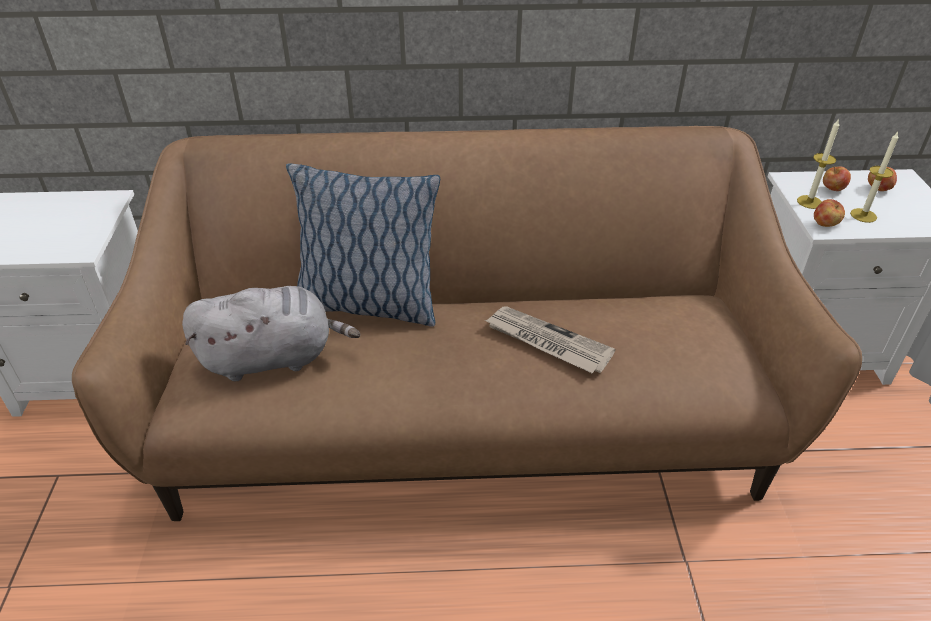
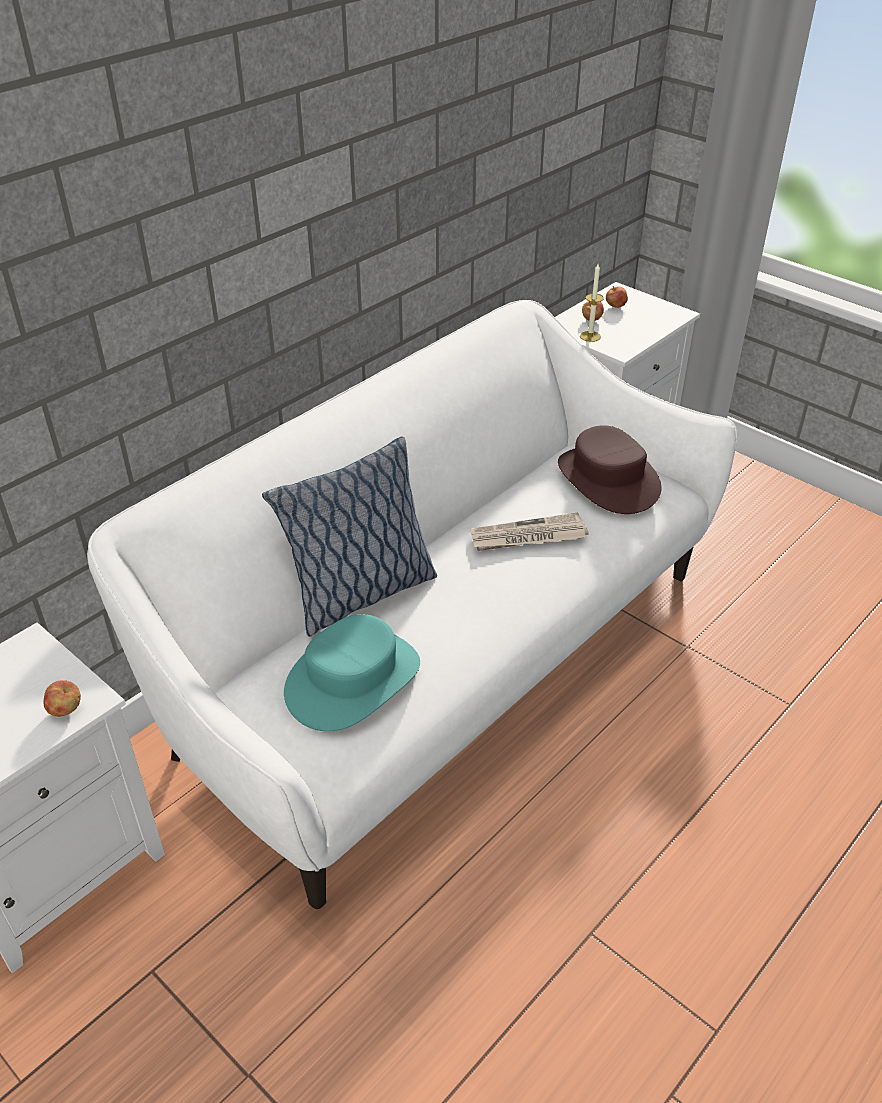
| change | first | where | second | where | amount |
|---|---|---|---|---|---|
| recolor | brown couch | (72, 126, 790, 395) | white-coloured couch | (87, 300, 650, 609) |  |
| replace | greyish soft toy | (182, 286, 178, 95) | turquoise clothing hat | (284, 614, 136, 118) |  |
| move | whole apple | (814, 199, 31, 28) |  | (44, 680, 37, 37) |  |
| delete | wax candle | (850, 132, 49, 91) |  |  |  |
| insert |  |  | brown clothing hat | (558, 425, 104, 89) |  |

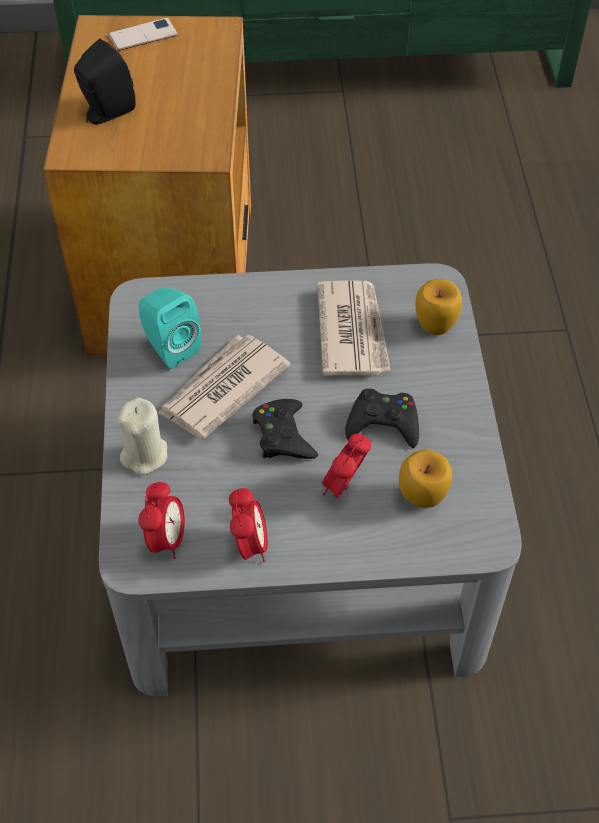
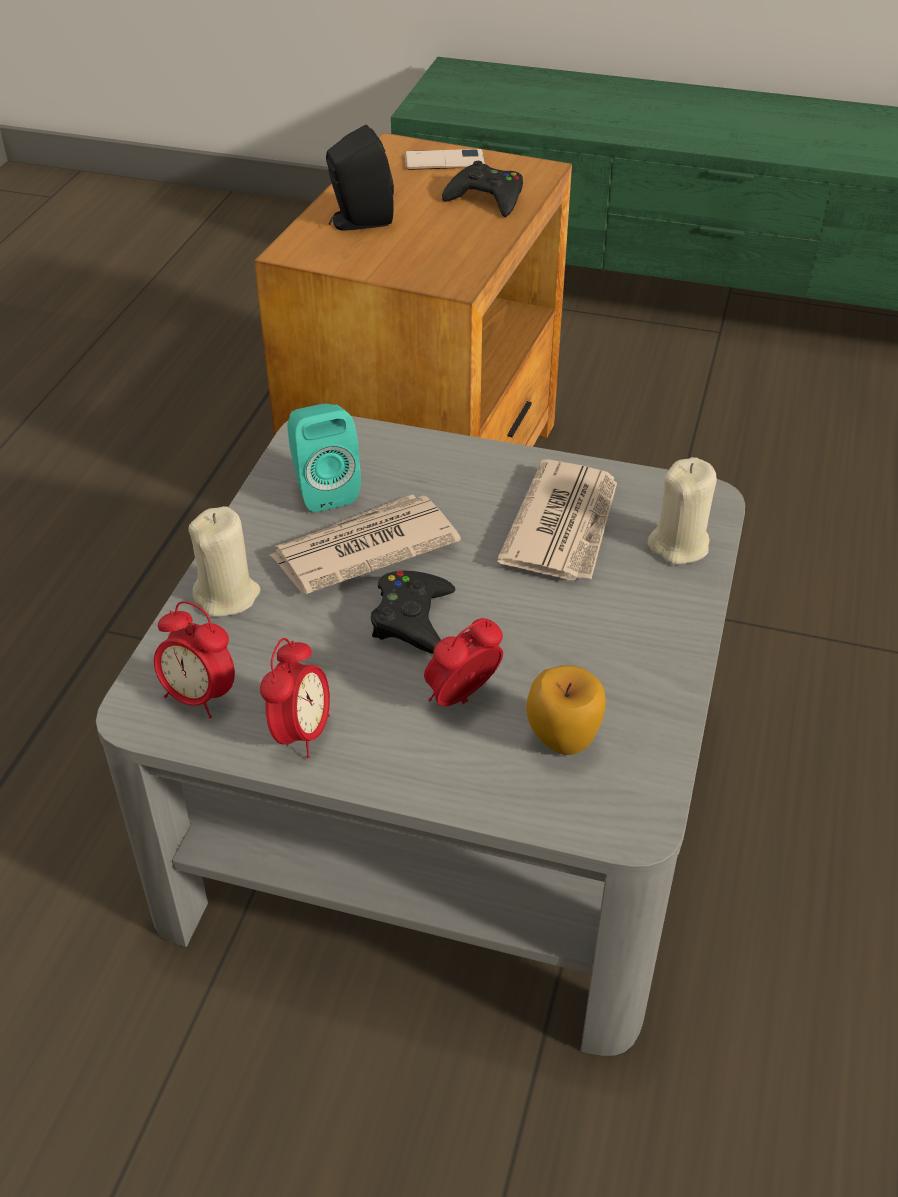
| change | first | where | second | where | amount |
|---|---|---|---|---|---|
| rotate | alarm clock | (138, 482, 47, 77) |  | (154, 601, 81, 117) | 90 degrees clockwise |
| move | blackish joypad | (345, 389, 74, 59) |  | (442, 161, 81, 56) |  |
| replace | whole apple | (415, 279, 47, 56) | beige-coloured wax candle | (647, 457, 70, 107) |  |

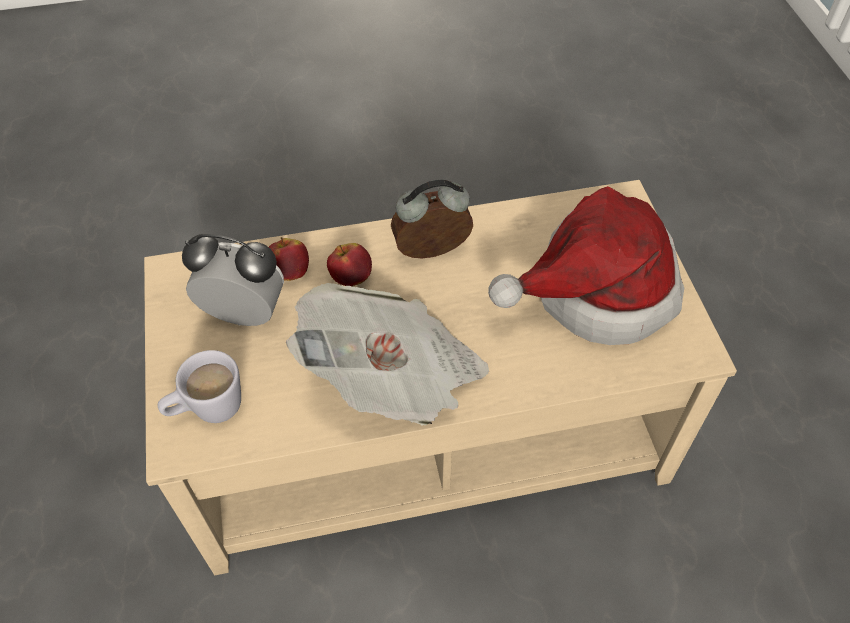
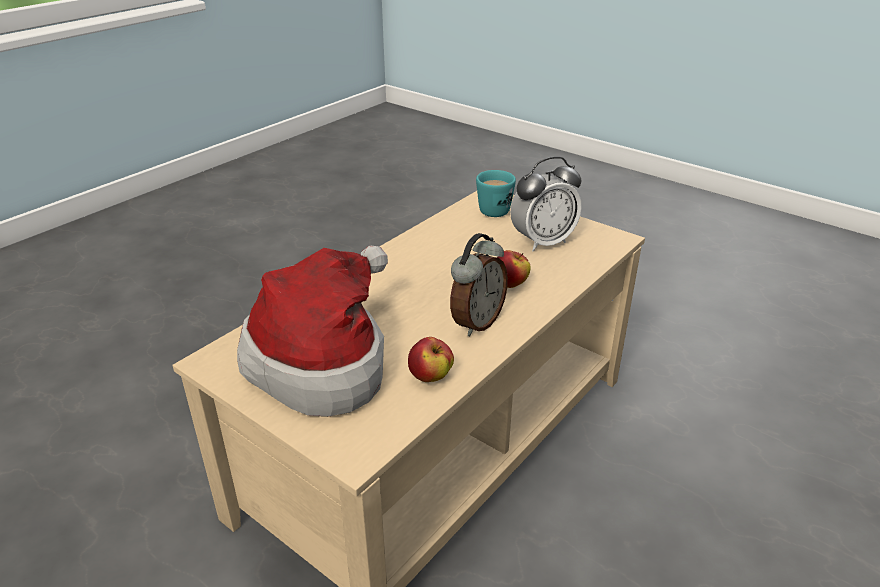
| change | first | where | second | where | amount |
|---|---|---|---|---|---|
| recolor | white-coloured mug | (158, 350, 83, 73) | turquoise mug | (476, 170, 40, 47) |  |
| move | whole apple | (269, 237, 40, 44) |  | (408, 337, 46, 45) |  |
| delete | printed paper | (286, 283, 203, 143) |  |  |  |

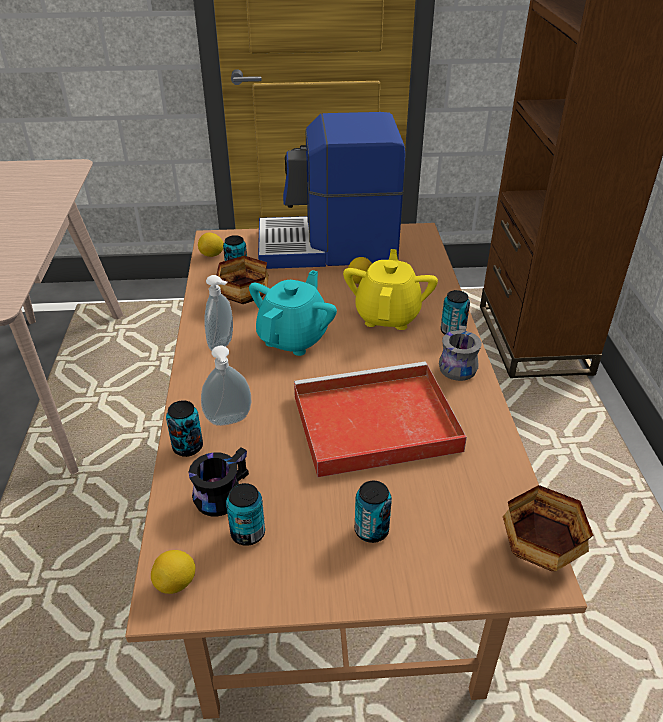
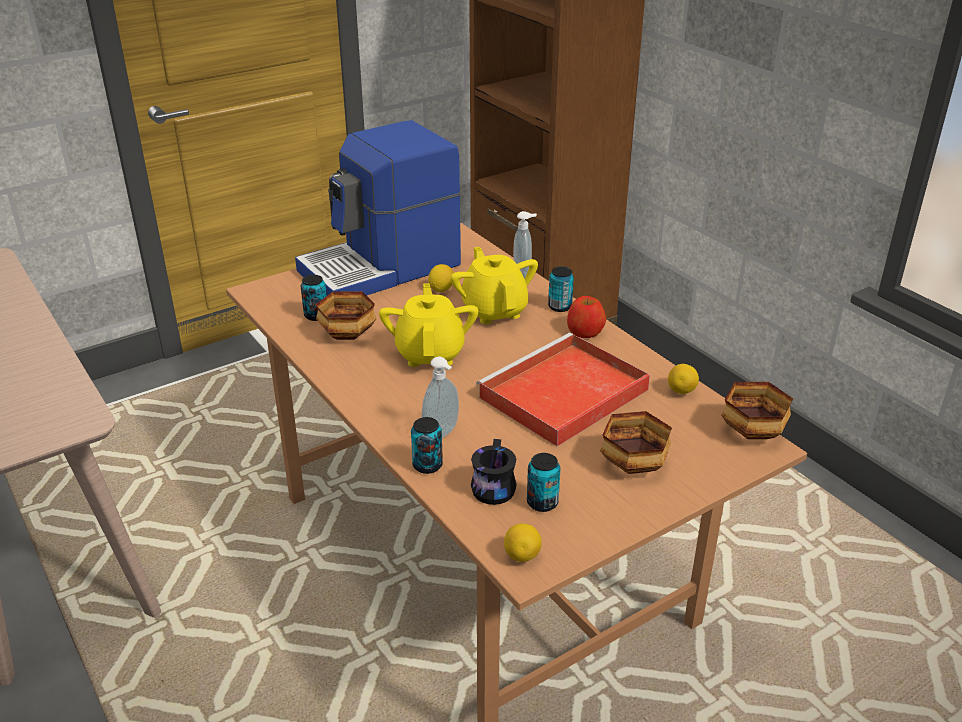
| change | first | where | second | where | amount |
|---|---|---|---|---|---|
| move | citrus fruit | (198, 232, 26, 25) |  | (668, 364, 31, 30) |  |
| move | liquid soap bottle | (204, 275, 29, 76) |  | (513, 211, 24, 67) |  |
| recolor | turquoise teapot | (249, 270, 88, 86) | yellow teapot | (379, 283, 99, 84) |  |
| replace | sealed can | (355, 481, 37, 62) | serving bowl | (600, 411, 72, 63) |  |
| replace | greyish mug | (439, 325, 43, 56) | whole apple | (567, 296, 39, 42) |  |

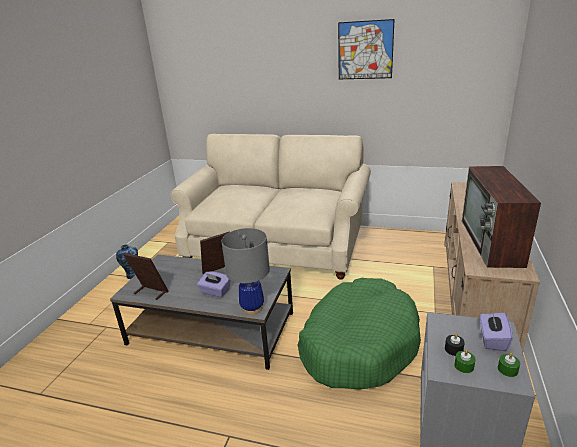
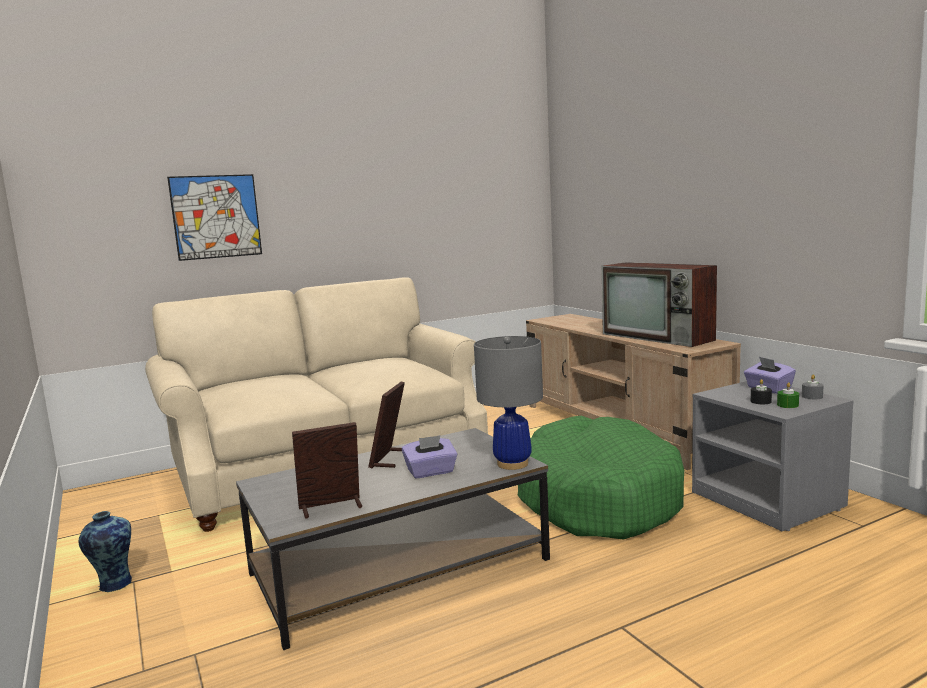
| change | first | where | second | where | amount |
|---|---|---|---|---|---|
| move | wall picture | (338, 19, 57, 60) |  | (167, 174, 95, 87) |  |
| recolor | green-coloured wax candle | (498, 353, 22, 24) | greyish wax candle | (802, 375, 22, 24) |  |

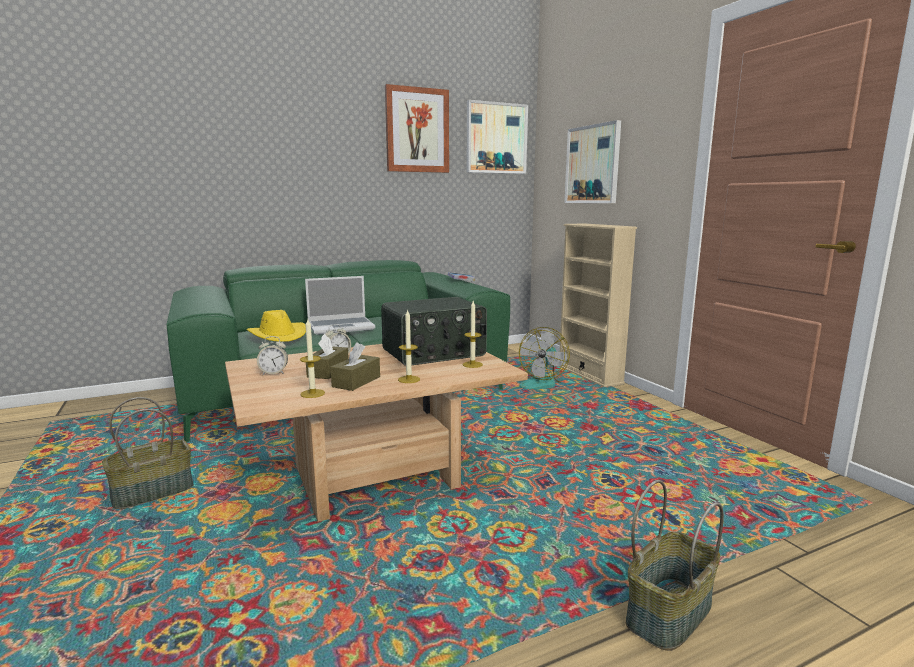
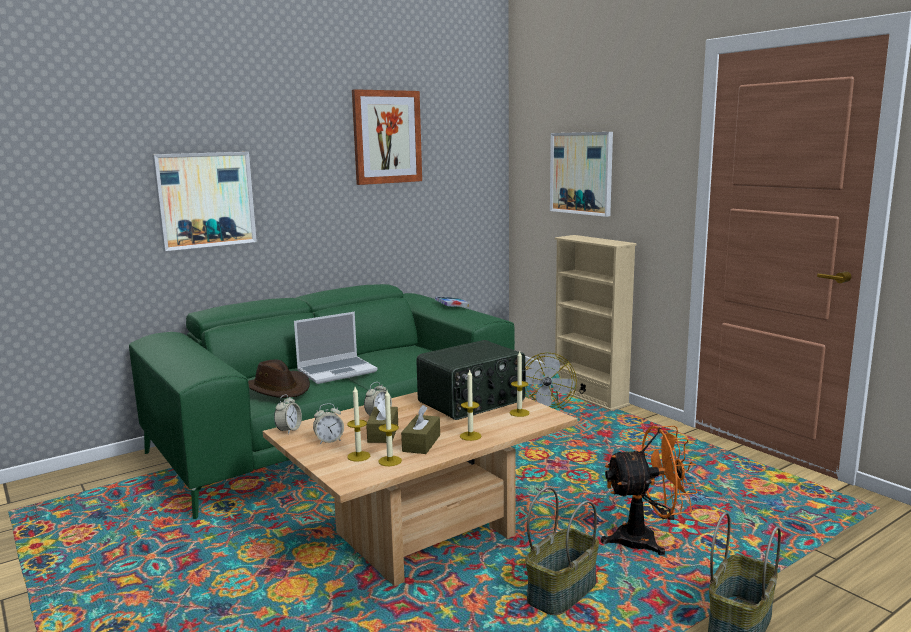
| change | first | where | second | where | amount |
|---|---|---|---|---|---|
| move | basket | (102, 397, 92, 112) |  | (525, 487, 74, 128) |  |
| recolor | yellow clothing hat | (247, 310, 59, 32) | brown clothing hat | (248, 360, 62, 38) |  |
| move | wall picture | (467, 100, 61, 74) |  | (152, 152, 105, 99) |  |
| insert |  |  | alarm clock | (274, 394, 28, 40) |  |
| insert |  |  | wax candle | (347, 387, 23, 75) |  |
| insert |  |  | orange electric fan | (601, 426, 97, 130) |  |

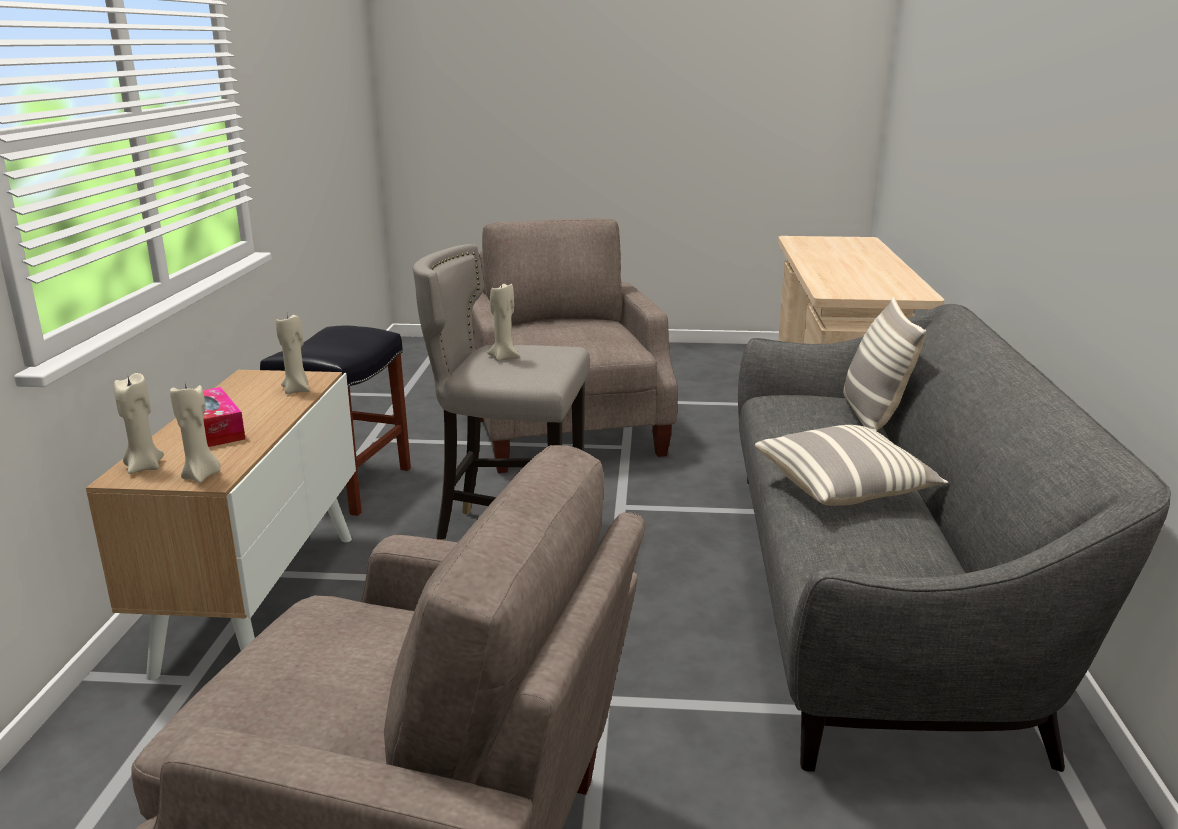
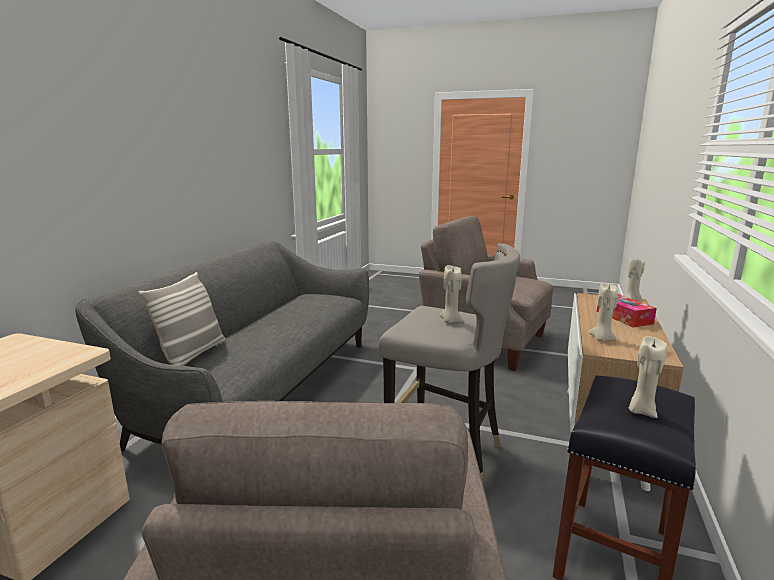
| change | first | where | second | where | amount |
|---|---|---|---|---|---|
| move | beige-coloured wax candle | (170, 384, 51, 99) |  | (629, 336, 38, 82) |  |
| delete | throw pillow | (755, 425, 193, 81) |  |  |  |

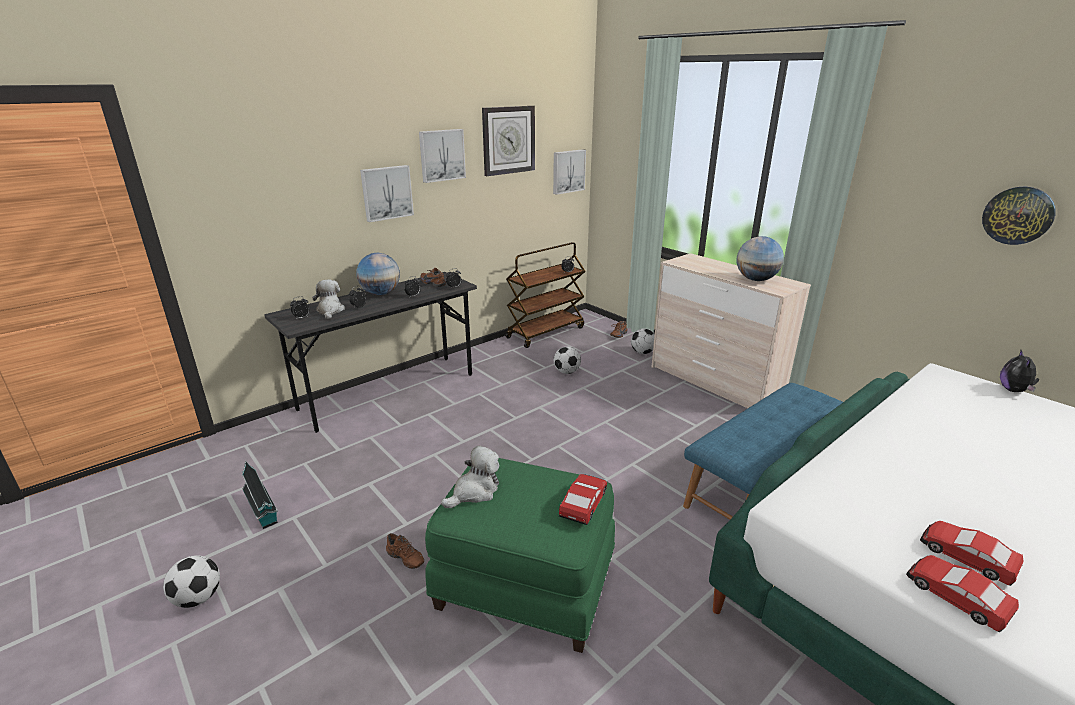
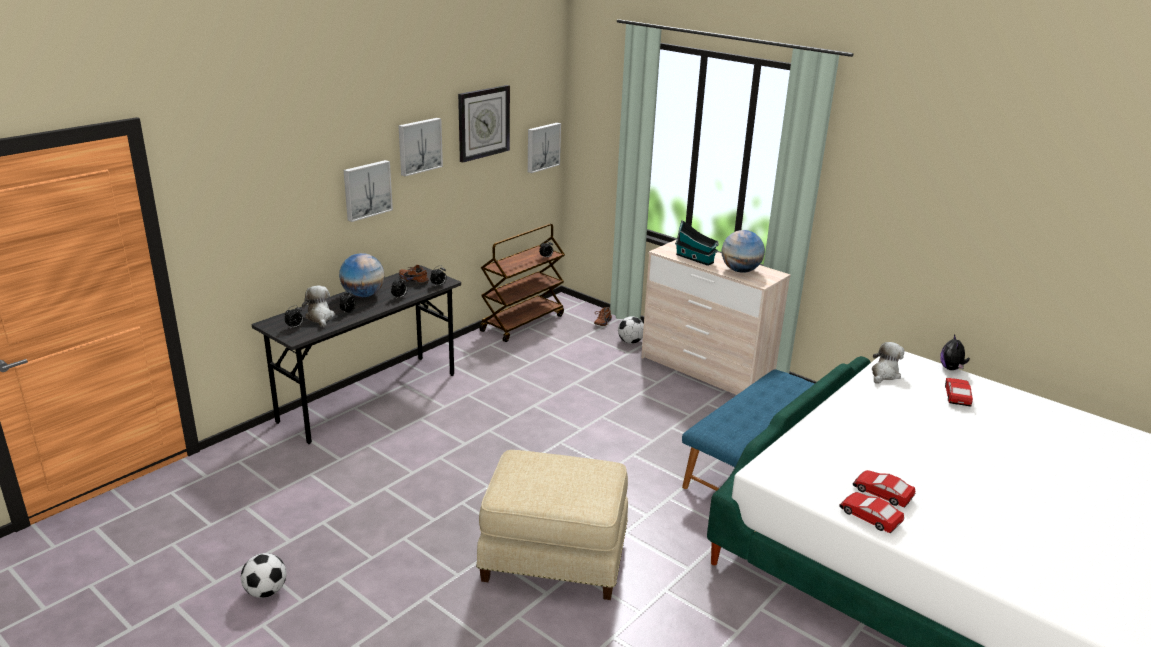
| change | first | where | second | where | amount |
|---|---|---|---|---|---|
| move | toy house | (242, 460, 36, 69) |  | (675, 220, 44, 46) |  |
| delete | brown item of footwear | (386, 533, 38, 36) |  |  |  |
| recolor | green-coloured pouffe | (425, 458, 190, 195) | beige-coloured pouffe | (476, 450, 152, 150) |  |
| move | soft toy | (441, 446, 58, 62) |  | (872, 342, 32, 41) |  |
| delete | football | (554, 346, 27, 28) |  |  |  |
| move | miniature car | (559, 474, 48, 51) |  | (945, 378, 28, 29) |  |
| delete | clock on the wall | (982, 187, 74, 58) |  |  |  |

